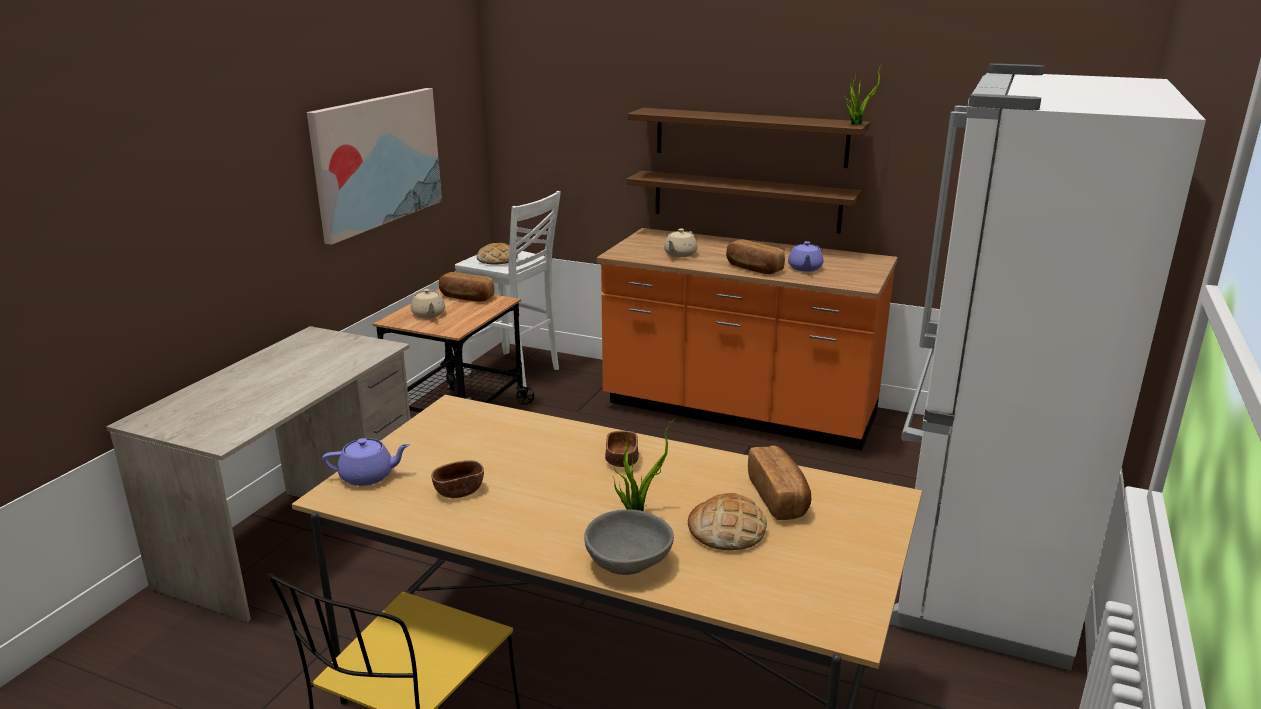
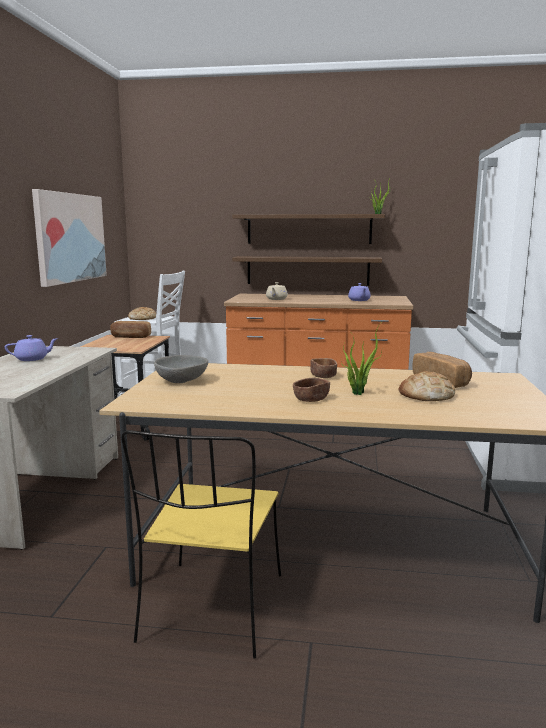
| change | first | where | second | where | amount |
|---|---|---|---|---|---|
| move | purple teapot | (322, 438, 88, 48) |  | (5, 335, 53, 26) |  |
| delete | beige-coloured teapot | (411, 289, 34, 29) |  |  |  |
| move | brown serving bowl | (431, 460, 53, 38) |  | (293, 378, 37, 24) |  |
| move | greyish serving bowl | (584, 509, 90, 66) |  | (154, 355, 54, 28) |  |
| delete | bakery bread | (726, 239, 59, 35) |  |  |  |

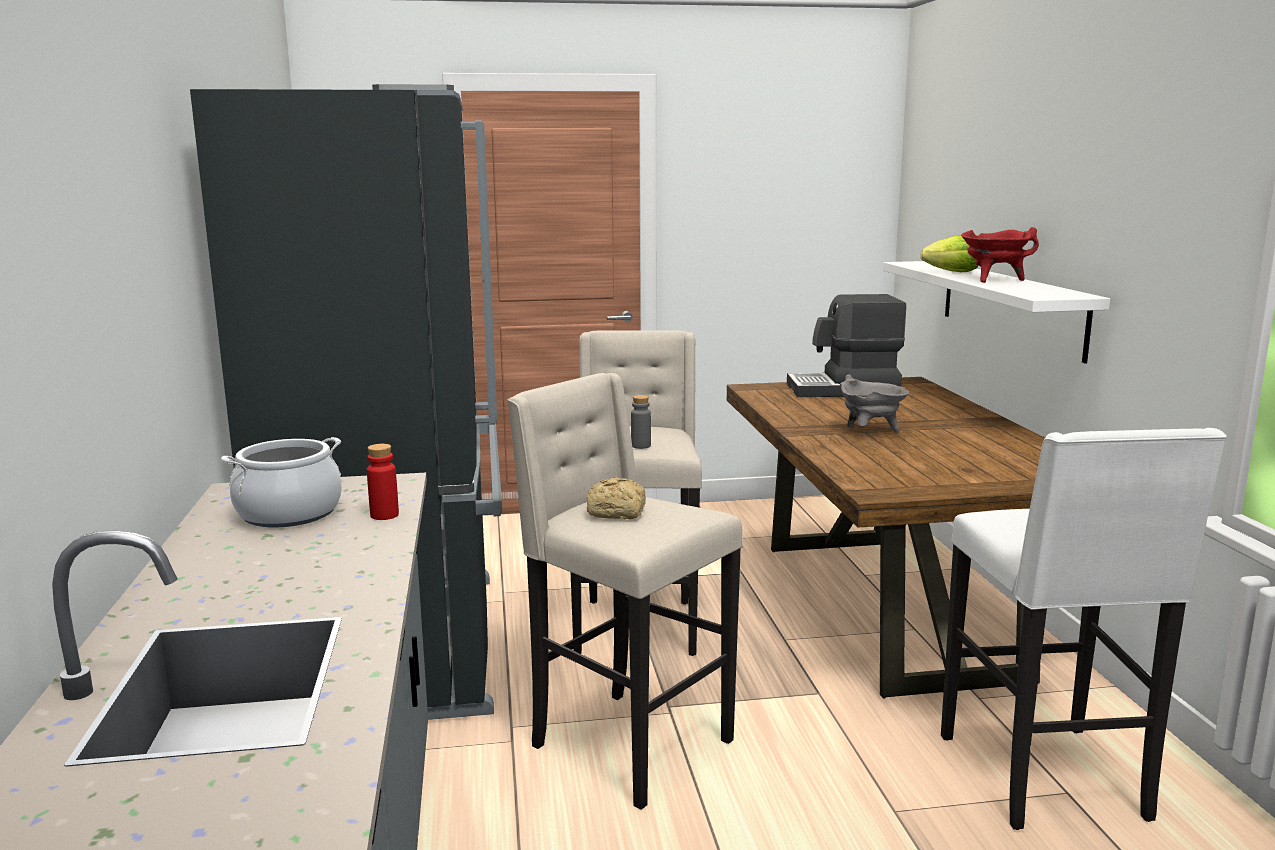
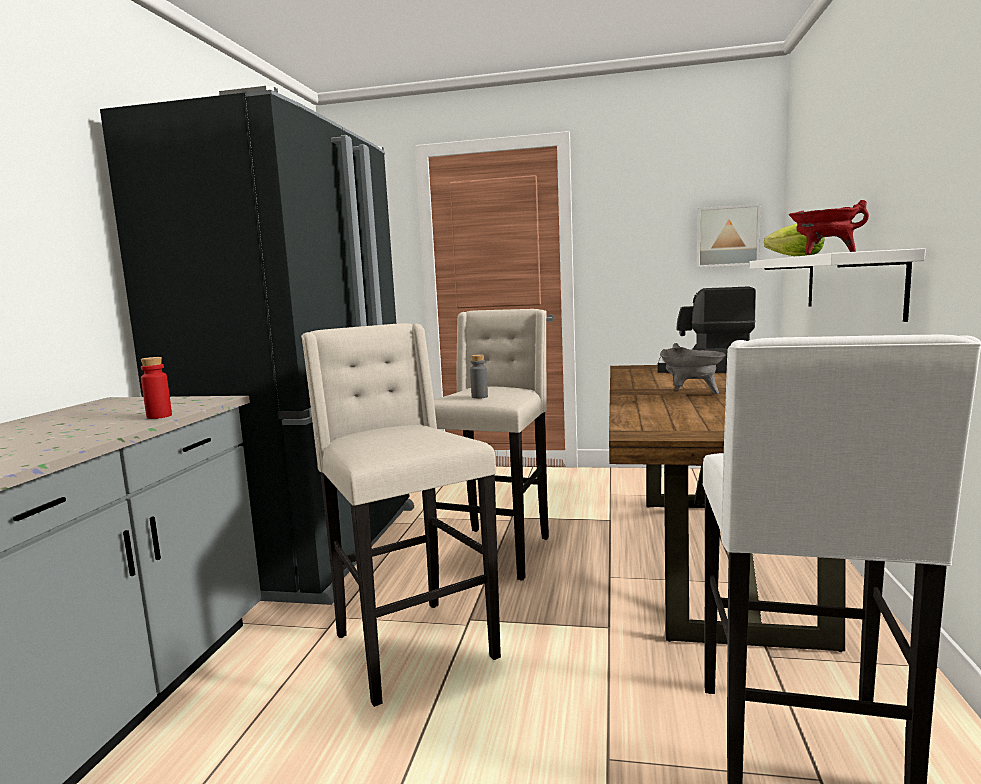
| change | first | where | second | where | amount |
|---|---|---|---|---|---|
| delete | saucepot | (221, 437, 121, 90) |  |  |  |
| delete | bakery bread | (587, 477, 59, 42) |  |  |  |
| insert |  |  | wall picture | (697, 204, 64, 64) |  |

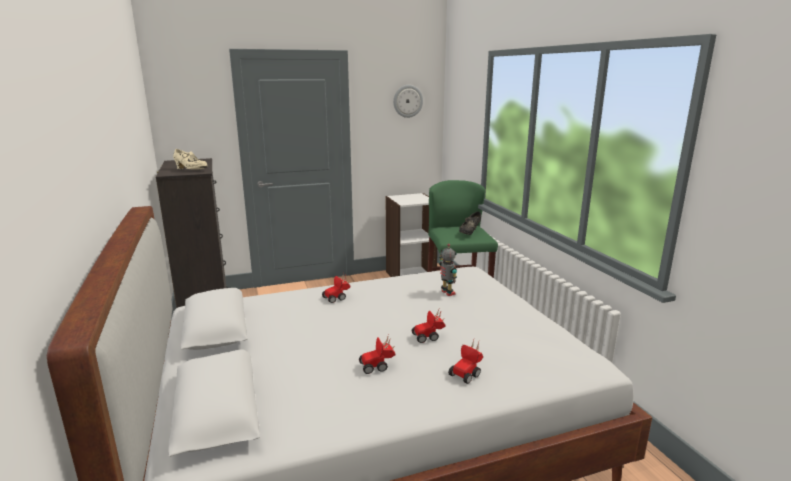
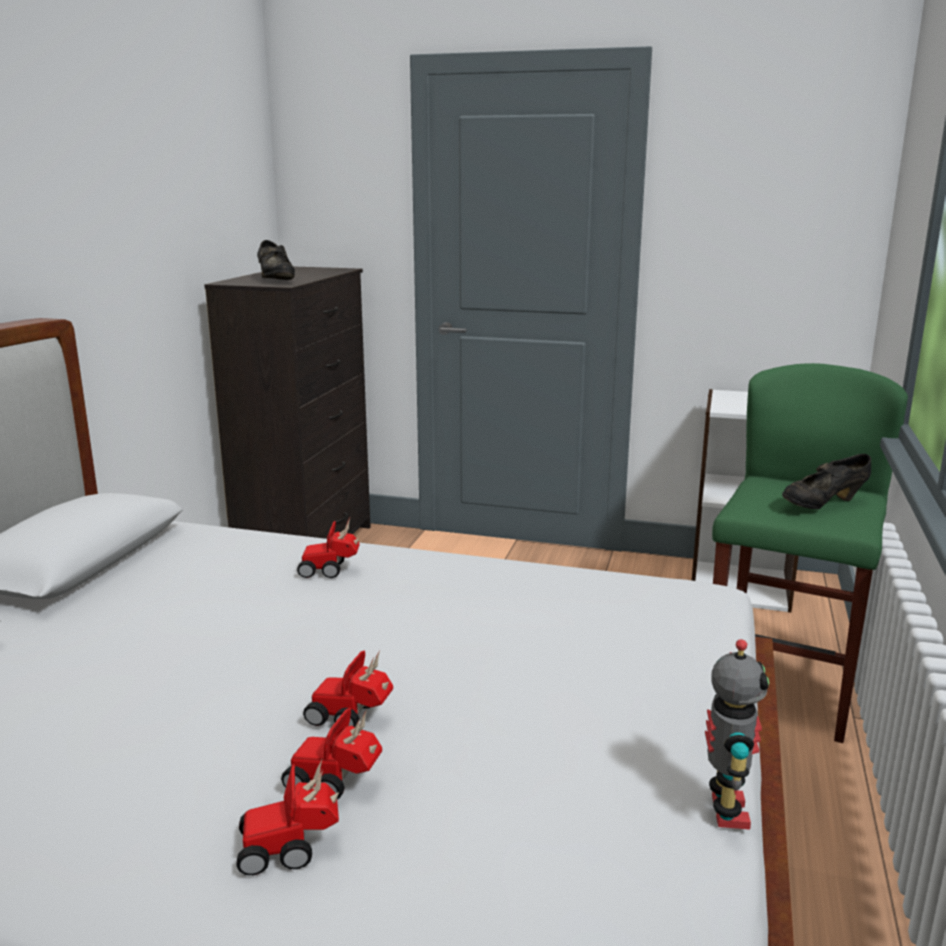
| change | first | where | second | where | amount |
|---|---|---|---|---|---|
| recolor | beige-coloured item of footwear | (173, 149, 35, 20) | blackish item of footwear | (257, 240, 38, 40) |  |
| move | miniature car | (359, 335, 37, 39) |  | (281, 708, 101, 91) |  |
| delete | clock on the wall | (393, 85, 30, 33) |  |  |  |
| move | toy robot | (439, 244, 18, 52) |  | (705, 639, 64, 191) |  |

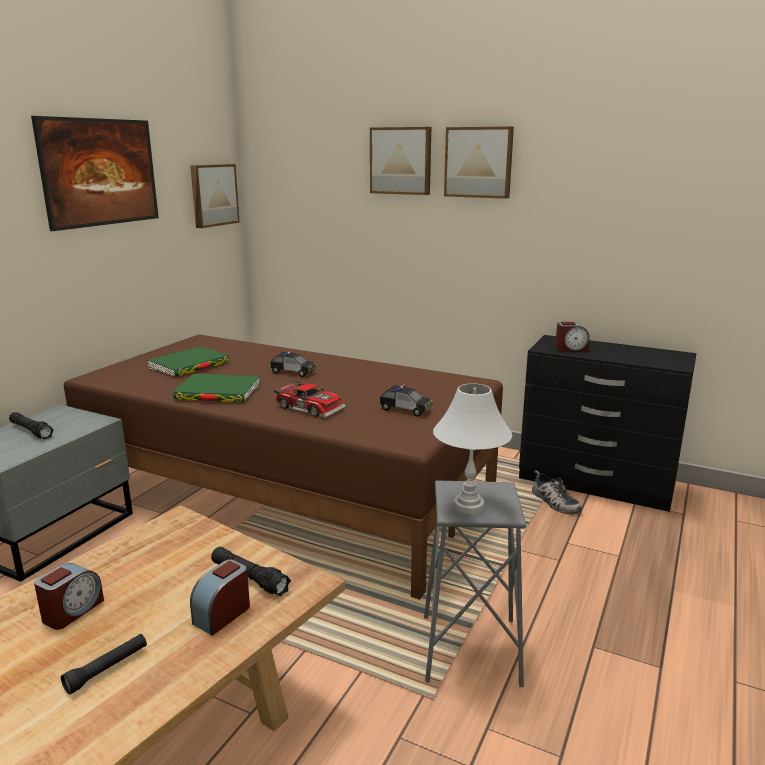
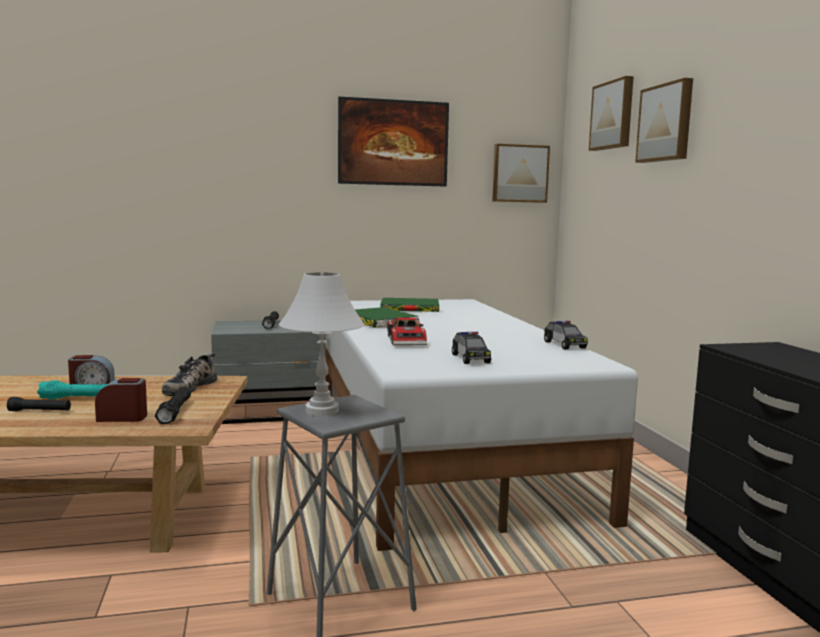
| change | first | where | second | where | amount |
|---|---|---|---|---|---|
| recolor | brown bed | (64, 334, 439, 266) | white-coloured bed | (326, 299, 312, 252) |  |
| move | miniature car | (270, 351, 46, 26) |  | (544, 321, 44, 28) |  |
| move | wall picture | (444, 126, 70, 73) |  | (589, 76, 45, 75) |  |
| move | item of footwear | (532, 470, 50, 45) |  | (162, 353, 55, 43) |  |
| delete | alarm clock | (555, 322, 35, 29) |  |  |  |
| insert |  |  | turquoise hand torch | (37, 381, 70, 18) |  |

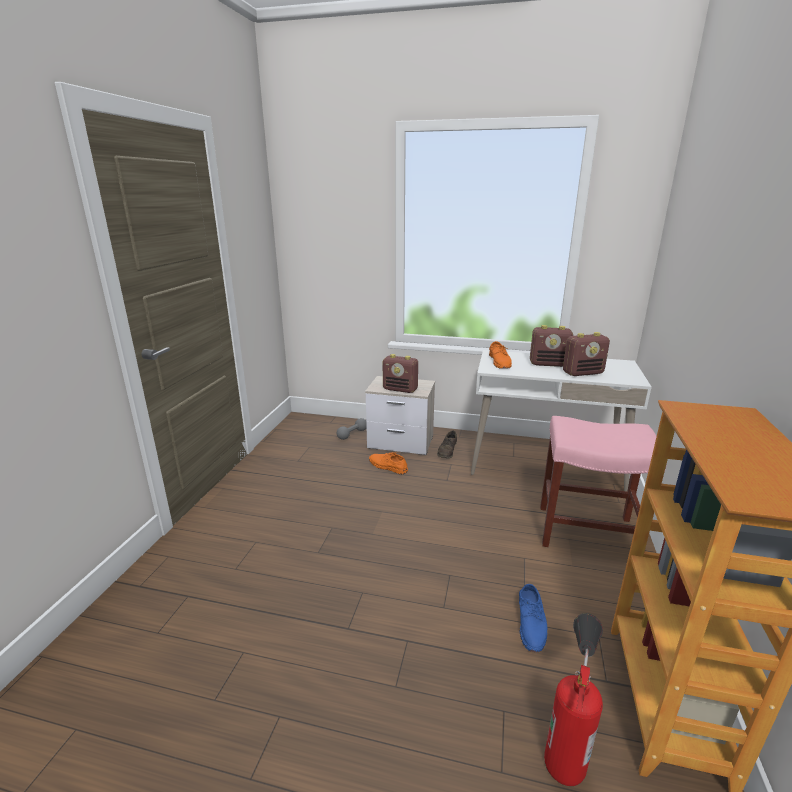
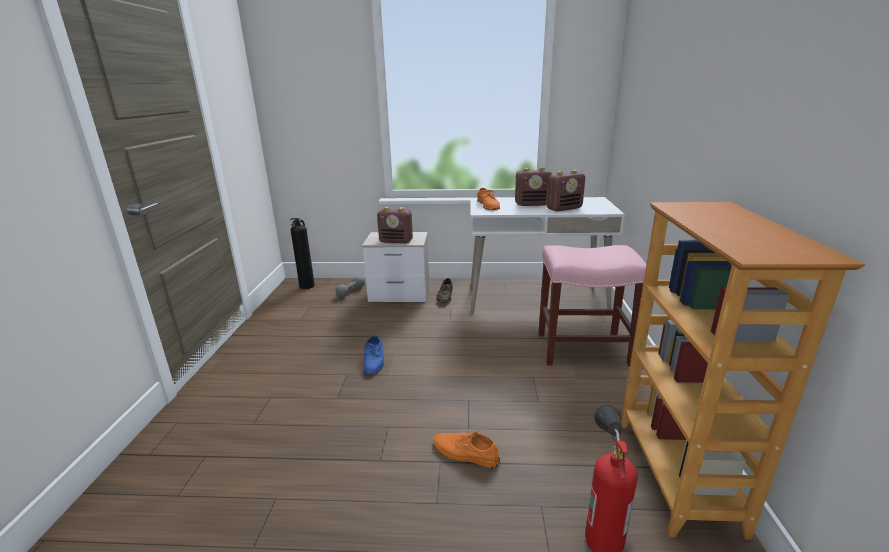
| change | first | where | second | where | amount |
|---|---|---|---|---|---|
| move | orange item of footwear | (369, 452, 39, 22) |  | (433, 431, 67, 37) |  |
| move | blue item of footwear | (519, 584, 28, 68) |  | (363, 335, 21, 40) |  |
| insert |  |  | fire extinguisher | (290, 218, 25, 71) |  |

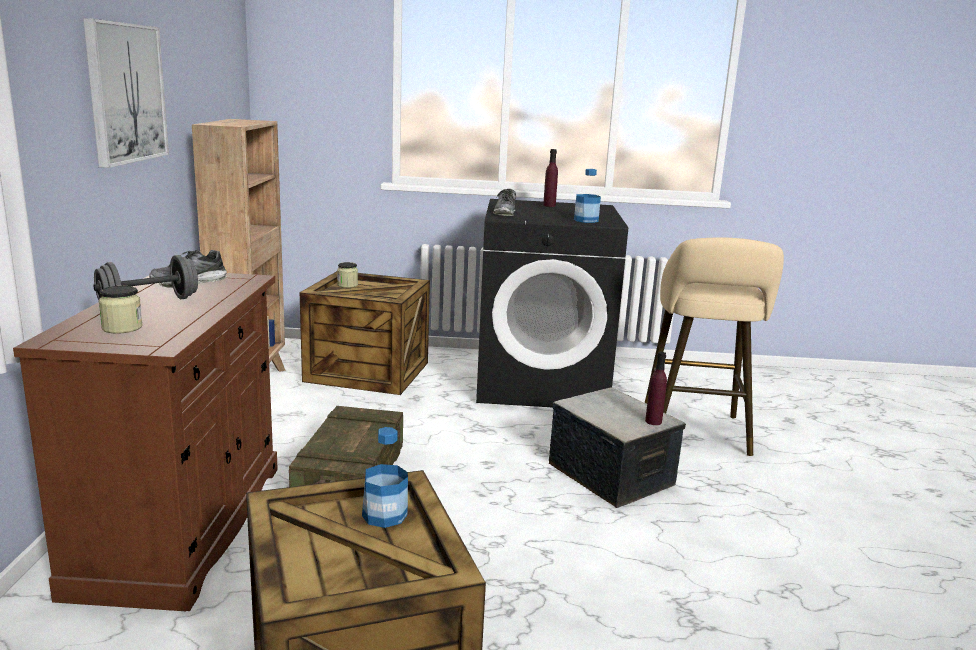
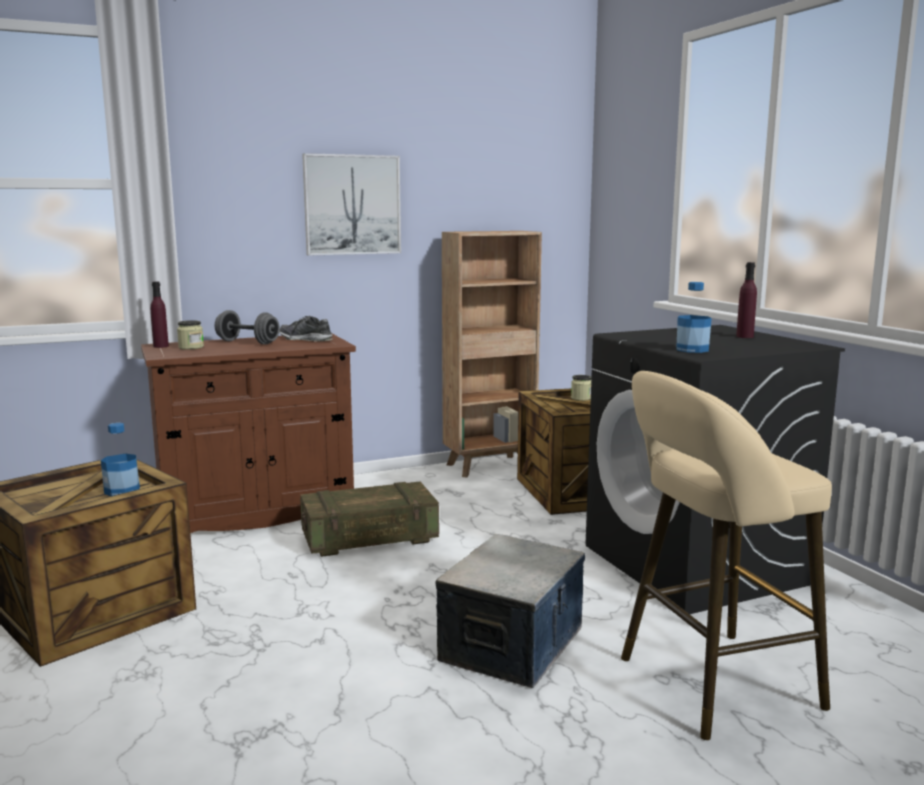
| change | first | where | second | where | amount |
|---|---|---|---|---|---|
| delete | item of footwear | (493, 189, 23, 27) |  |  |  |
| move | purple bottle | (645, 352, 22, 73) |  | (150, 281, 19, 67) |  |

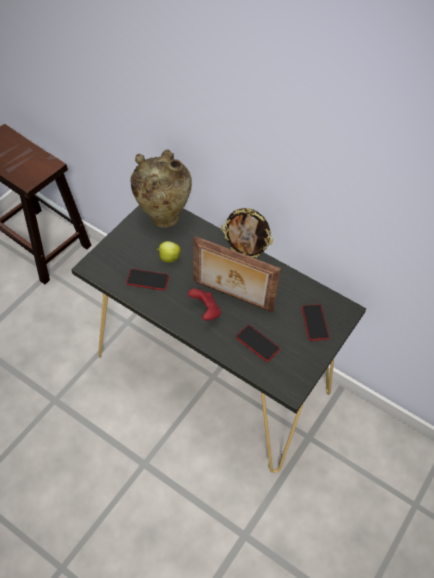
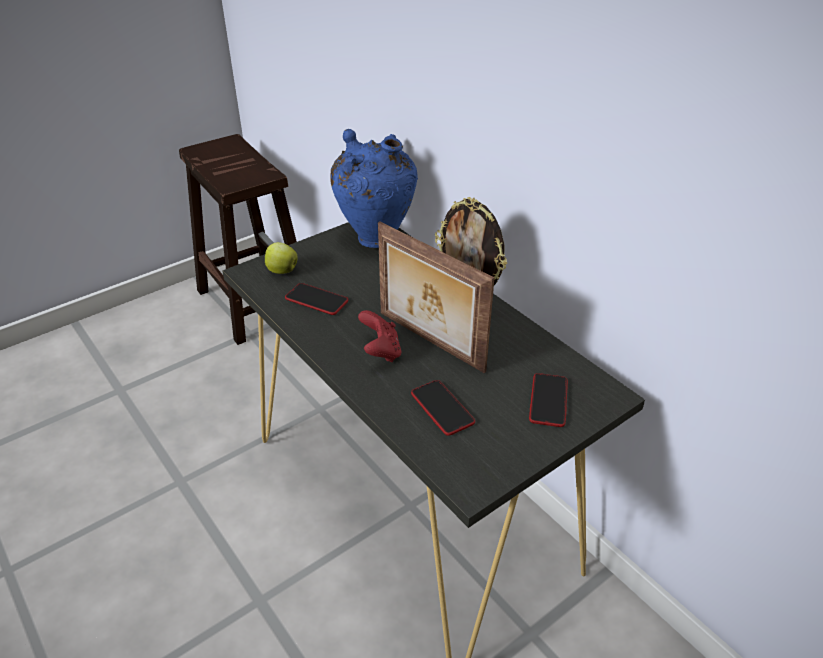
| change | first | where | second | where | amount |
|---|---|---|---|---|---|
| recolor | beige-coloured decorative vase | (131, 149, 61, 79) | blue decorative vase | (330, 129, 88, 119) |  |
| move | whole apple | (157, 241, 24, 22) |  | (265, 242, 33, 32) |  |

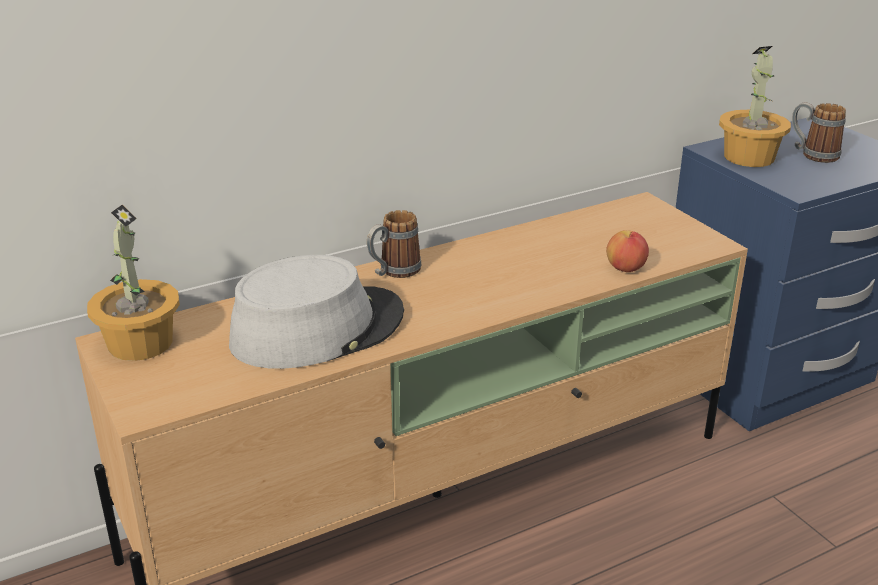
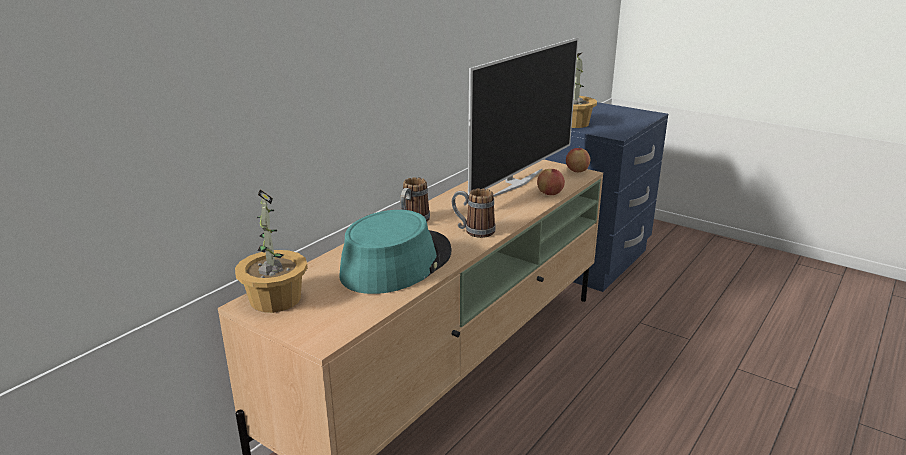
| change | first | where | second | where | amount |
|---|---|---|---|---|---|
| recolor | greyish clothing hat | (229, 255, 175, 114) | turquoise clothing hat | (340, 210, 112, 84) |  |
| move | mug | (792, 102, 54, 61) |  | (452, 188, 44, 50) |  |
| insert |  |  | TV | (468, 38, 110, 159) |  |
| insert |  |  | whole apple | (566, 148, 24, 24) |  |

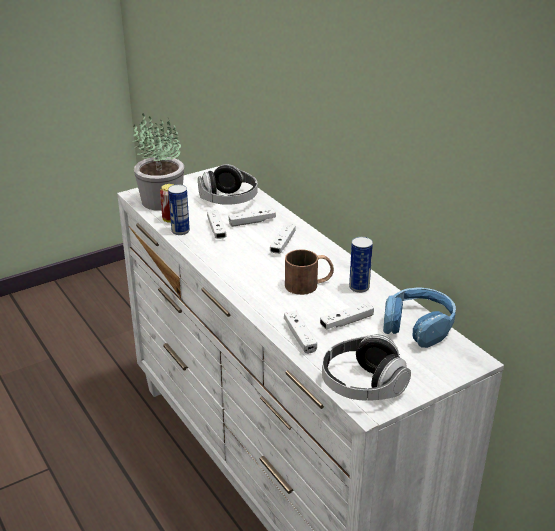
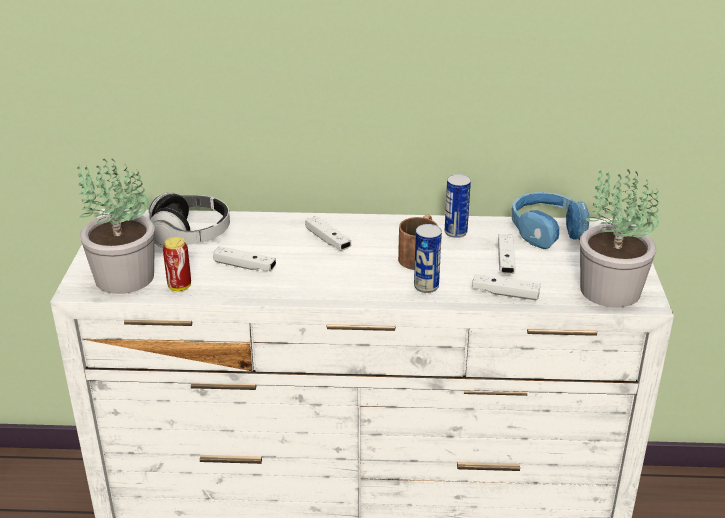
| change | first | where | second | where | amount |
|---|---|---|---|---|---|
| move | sealed can | (168, 185, 22, 50) |  | (414, 224, 28, 69) |  |
| delete | white-coloured joypad | (228, 208, 48, 19) |  |  |  |
| replace | headphones | (322, 334, 89, 67) | plant in a pot | (580, 169, 80, 139) |  |

